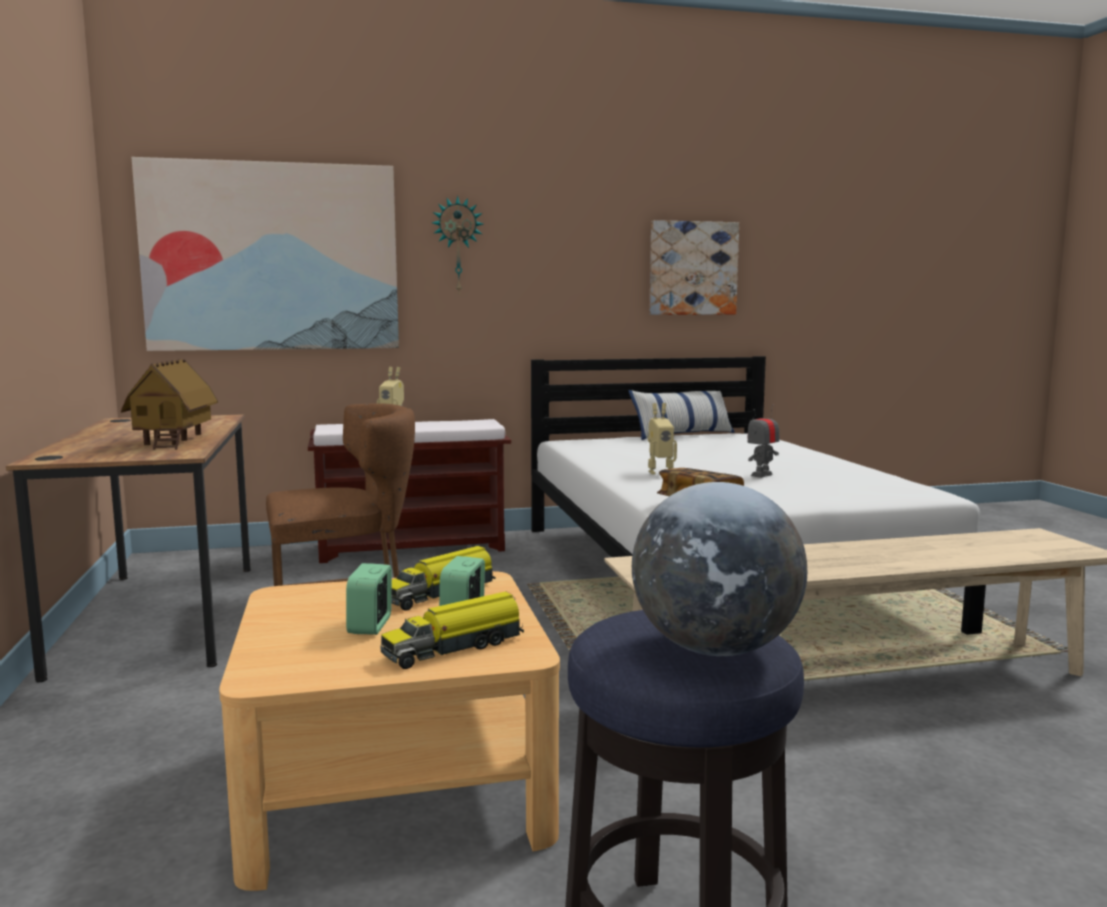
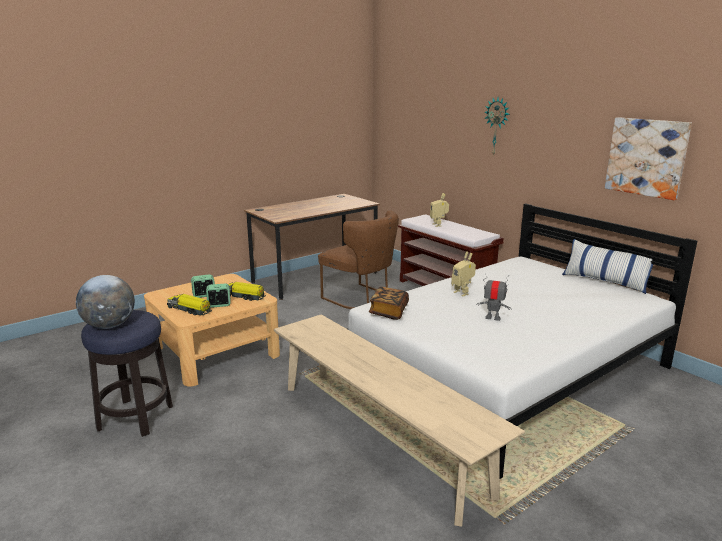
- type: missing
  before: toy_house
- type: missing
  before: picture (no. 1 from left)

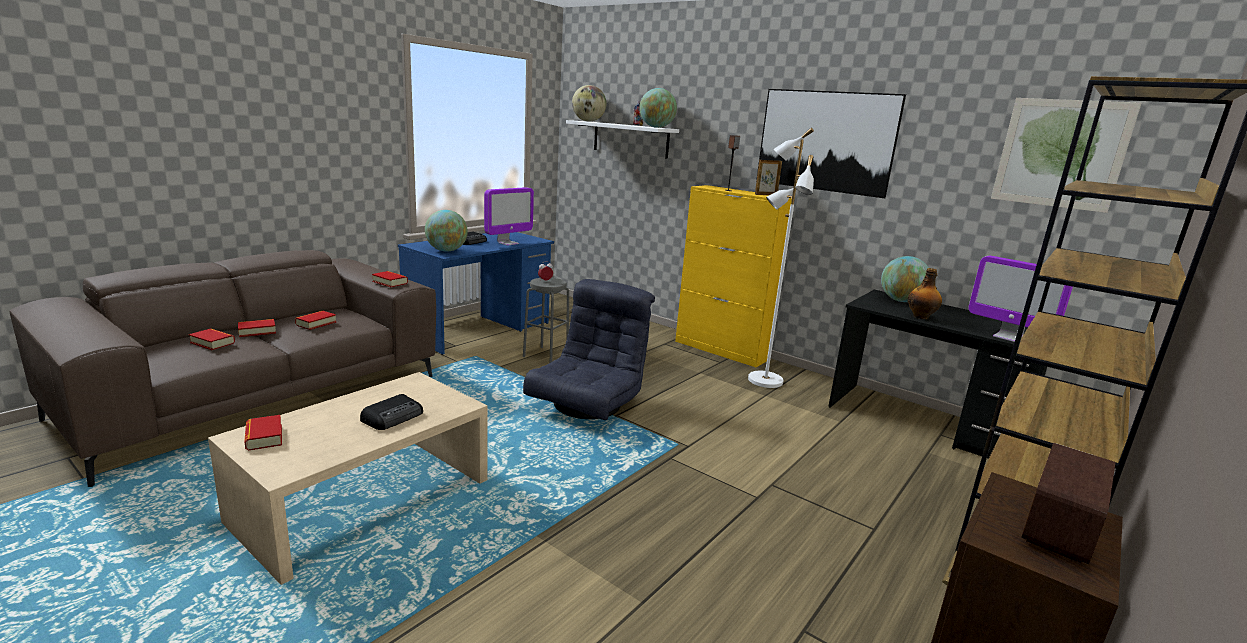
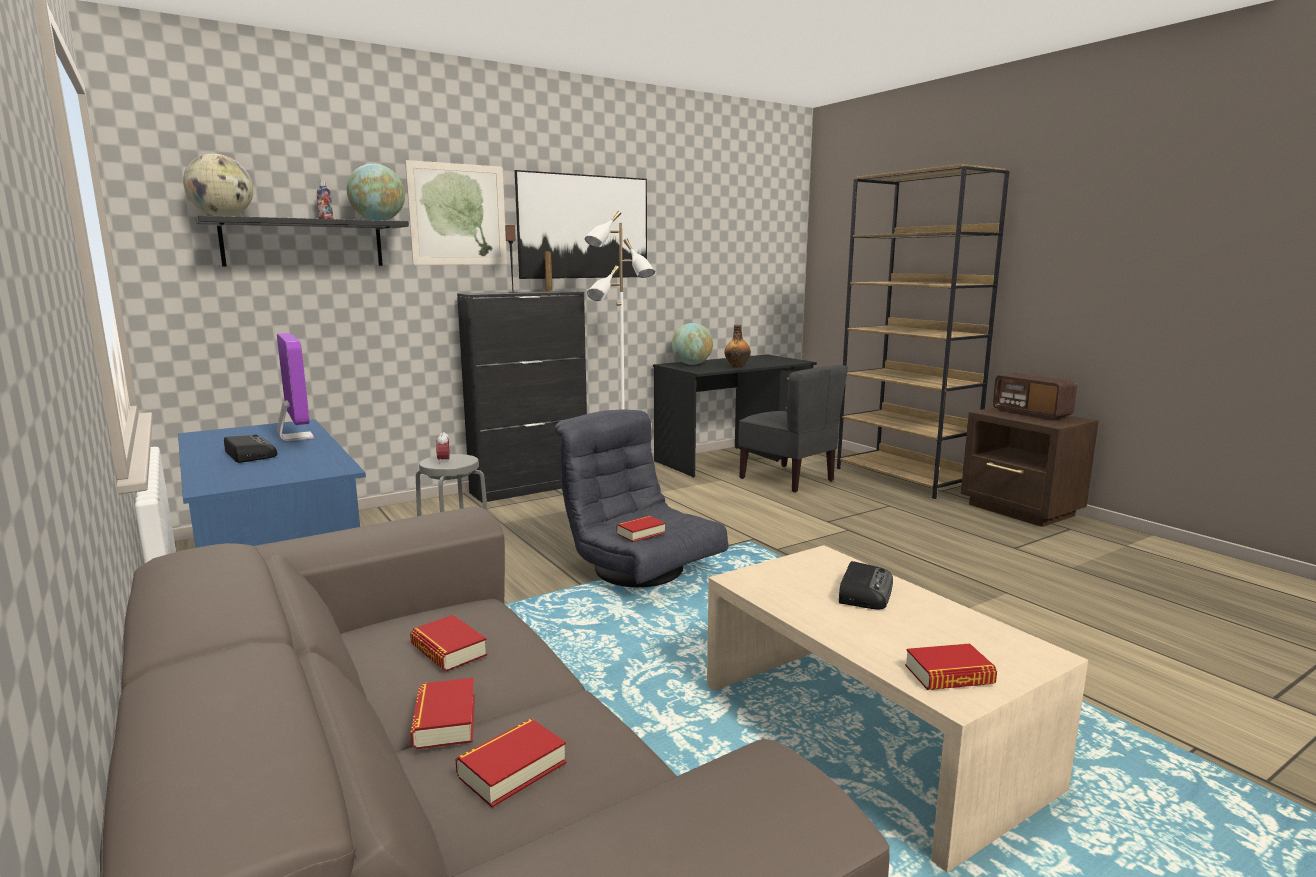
- type: colour
  before: white_shelf
  after: black_shelf
- type: relocated
  before: picture (no. 2 from left in the first image)
  after: picture (no. 1 from left)
- type: colour
  before: yellow_cabinet
  after: black_cabinet
- type: relocated
  before: book (no. 5 from left in the first image)
  after: book (no. 4 from left)
- type: appeared
  after: grey_chair
- type: spun
  before: radio (no. 1 from left in the first image)
  turn: 60
- type: missing
  before: globe (no. 1 from left)
- type: missing
  before: monitor (no. 2 from left)

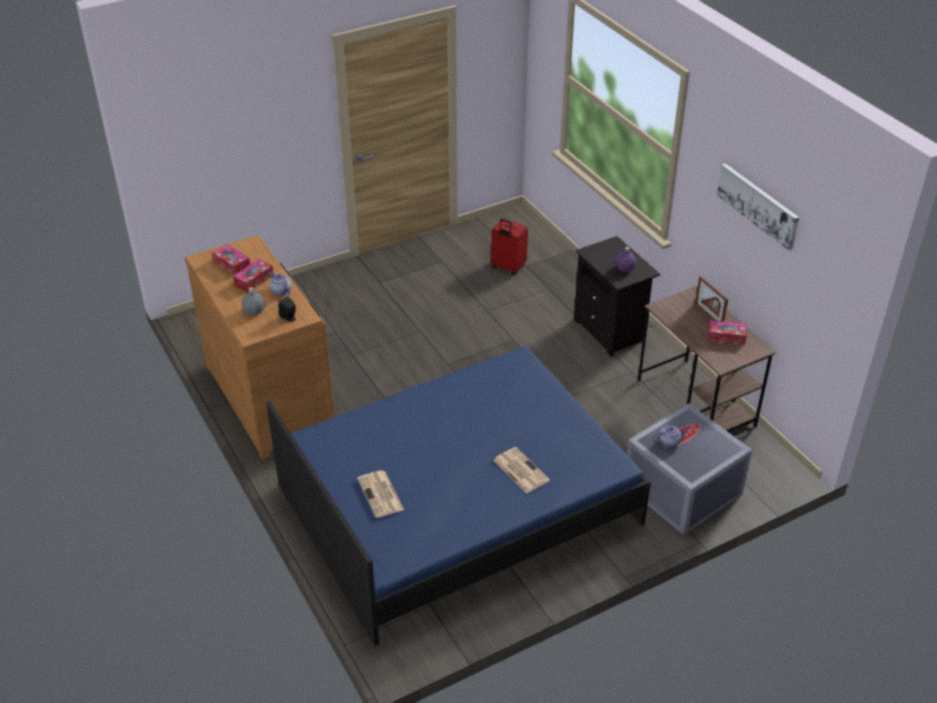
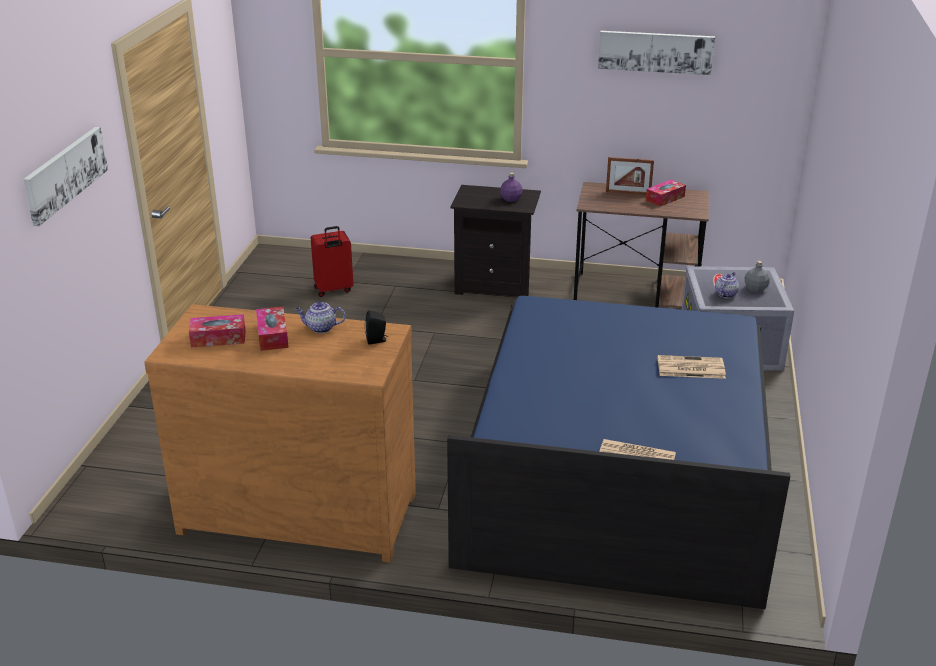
- type: appeared
  after: picture (no. 1 from left)
- type: relocated
  before: grey_bottle

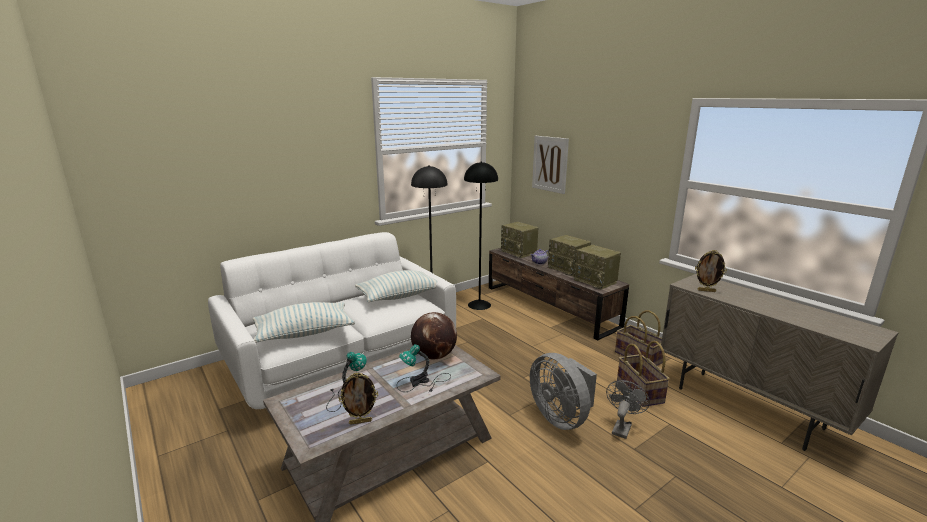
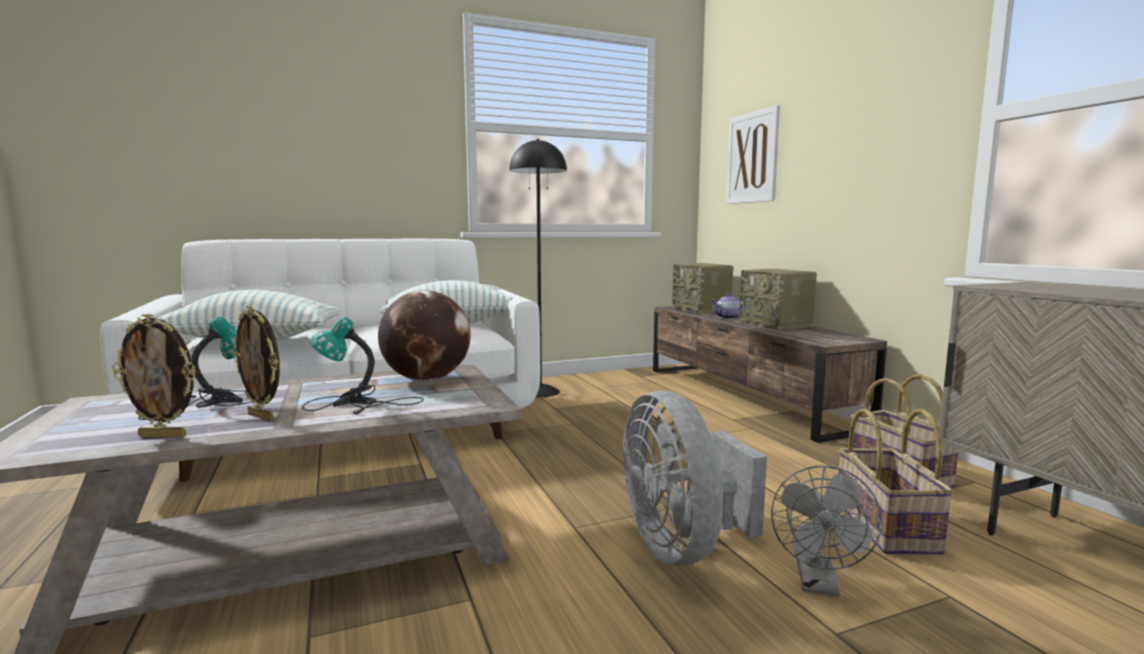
- type: relocated
  before: picture_frame (no. 2 from left)
- type: spun
  before: grey_fan (no. 2 from left)
  turn: 150
- type: missing
  before: black_floor_lamp (no. 2 from left)
- type: missing
  before: radio (no. 3 from left)

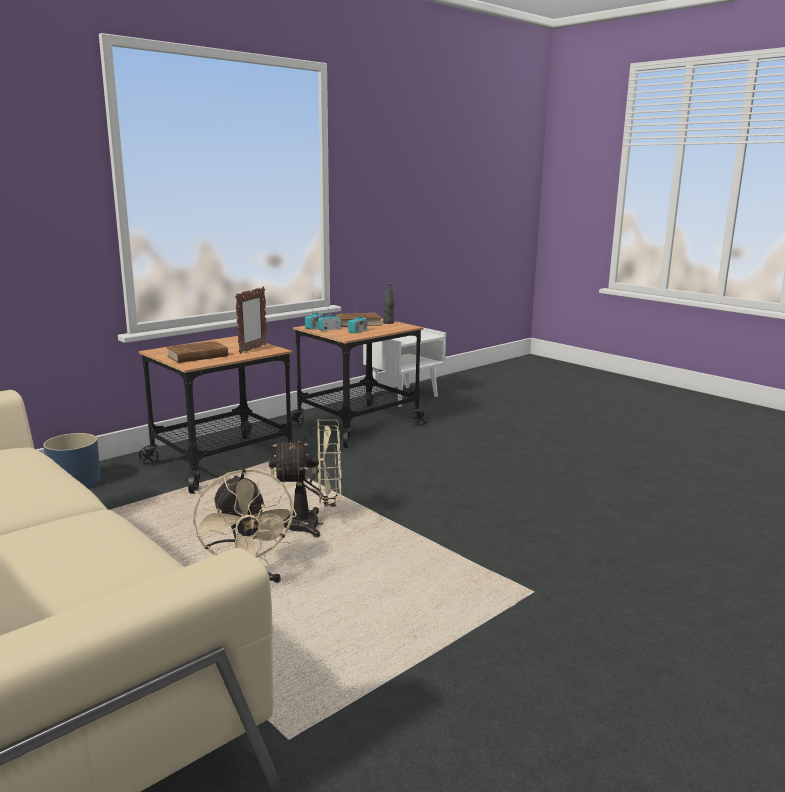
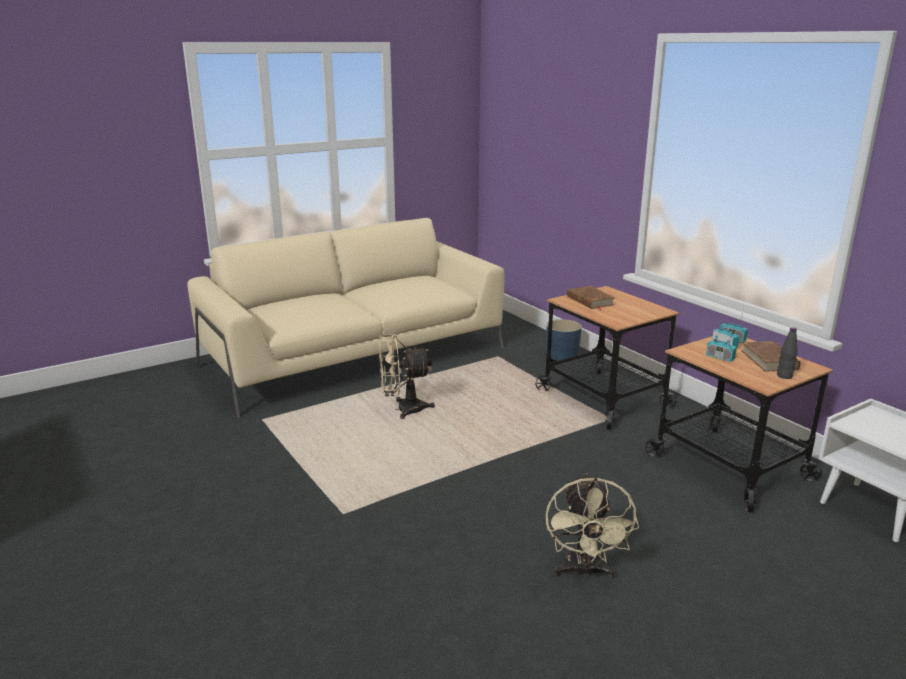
- type: relocated
  before: beige_fan (no. 2 from left)
- type: missing
  before: picture_frame

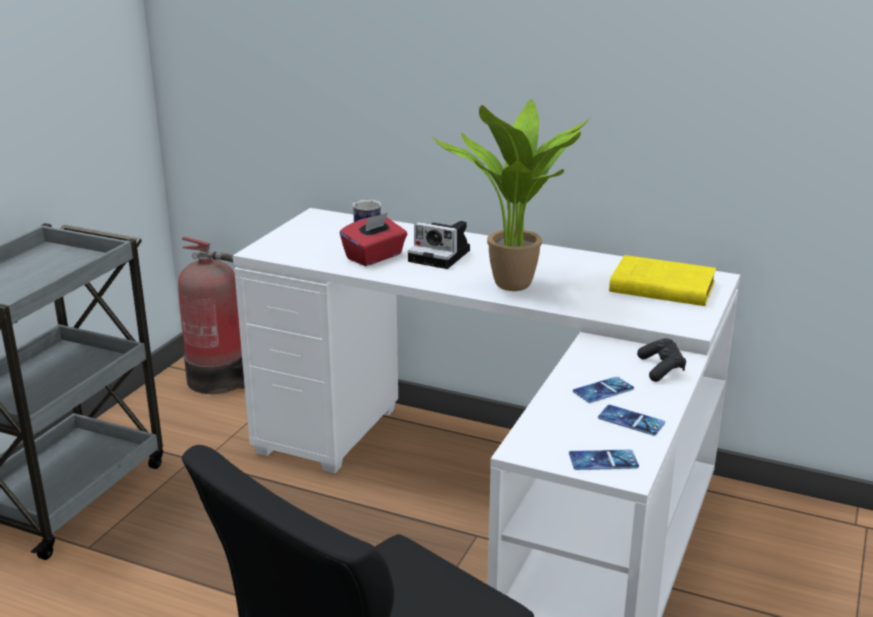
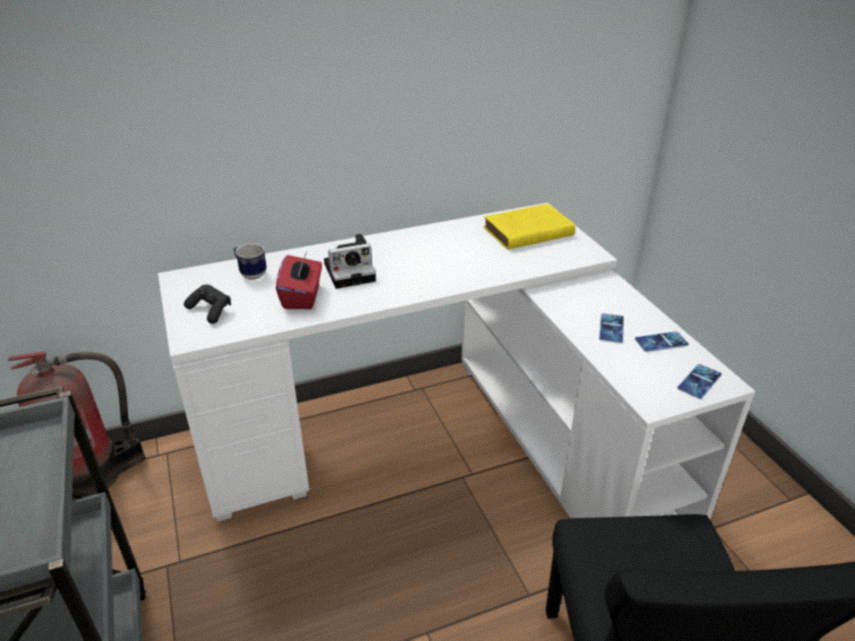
- type: relocated
  before: black_game_controller
- type: missing
  before: potted_plant

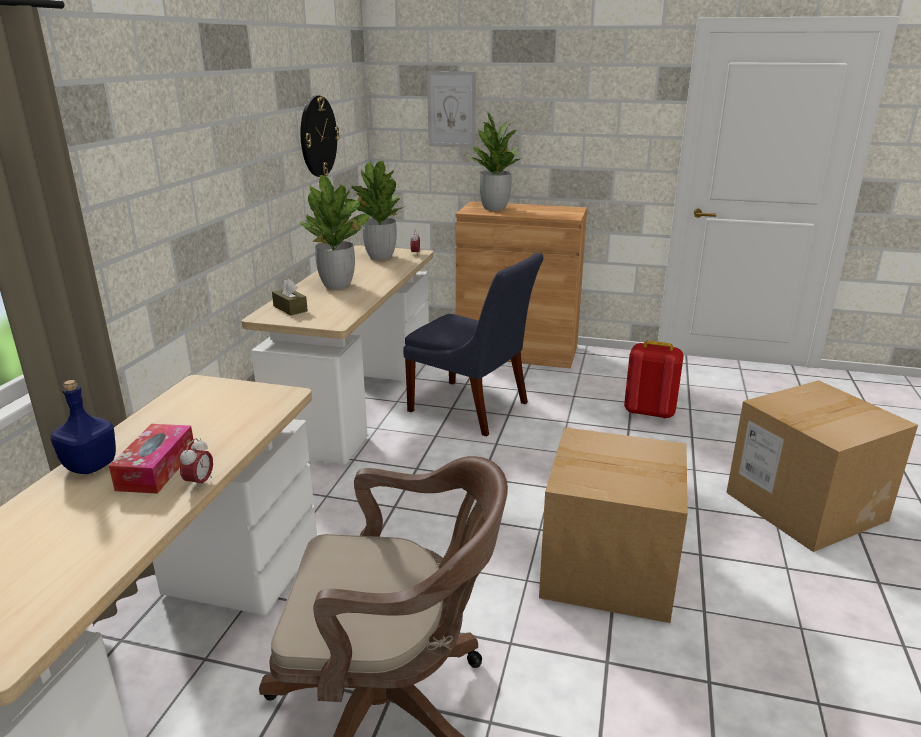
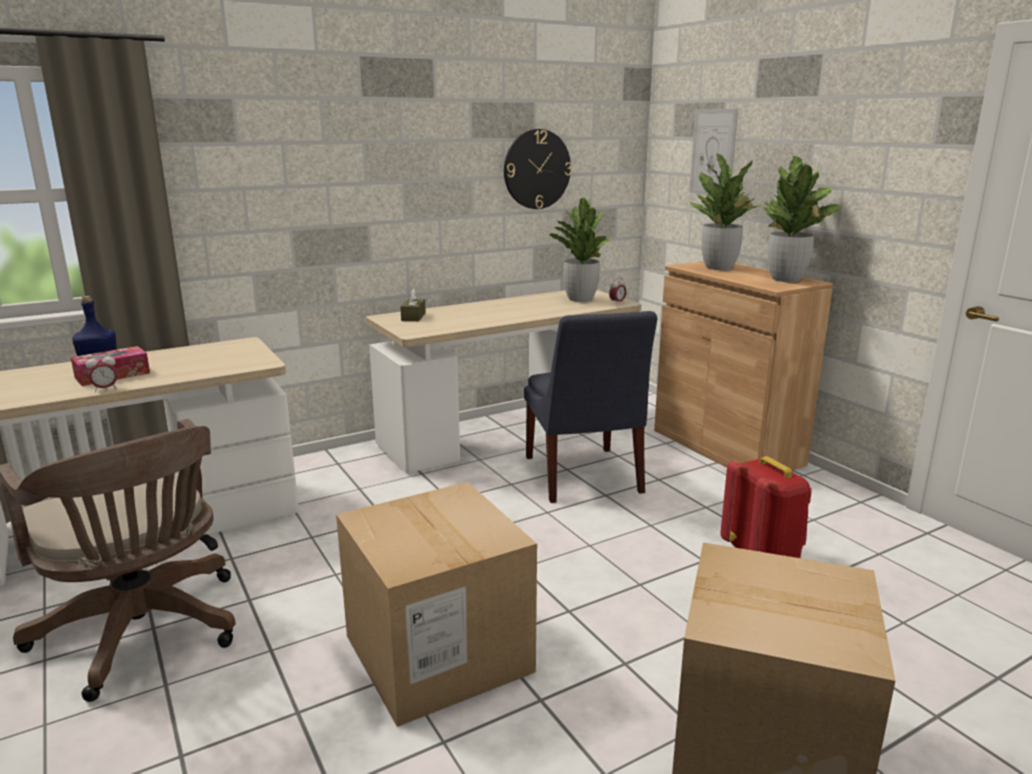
- type: relocated
  before: potted_plant (no. 1 from left in the first image)
  after: potted_plant (no. 3 from left)

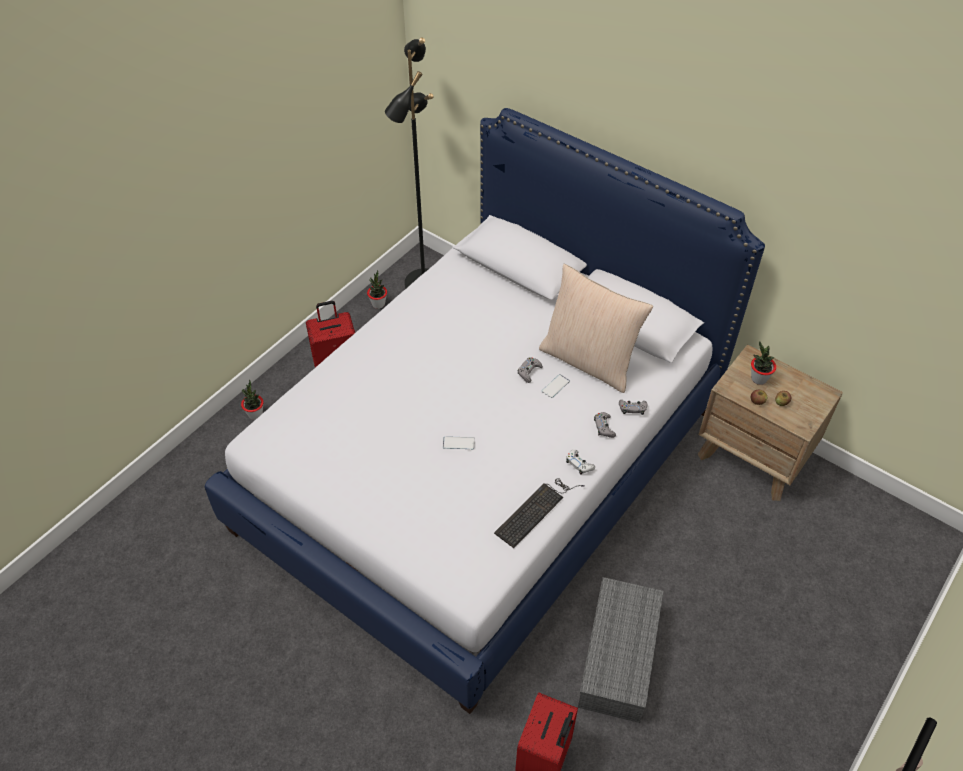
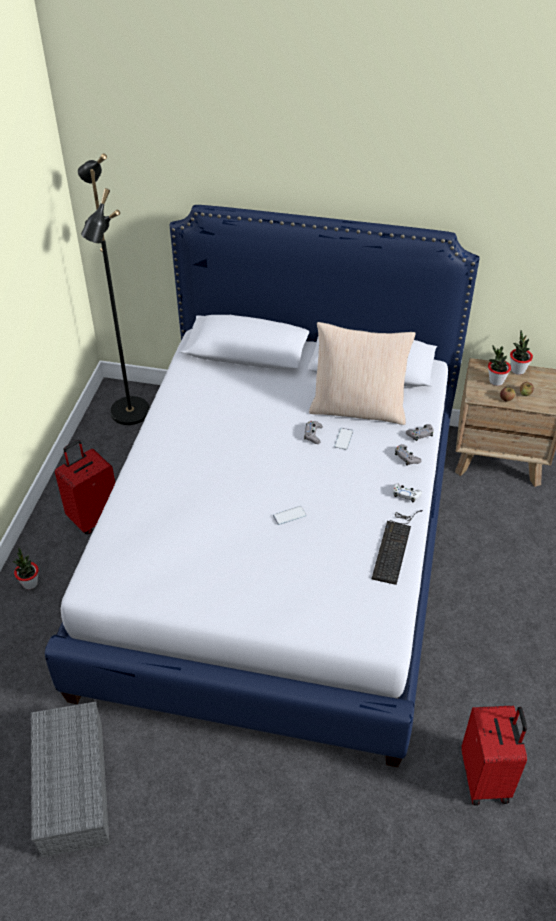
- type: relocated
  before: grey_storage_box
- type: relocated
  before: potted_plant (no. 2 from left in the first image)
  after: potted_plant (no. 3 from left)

